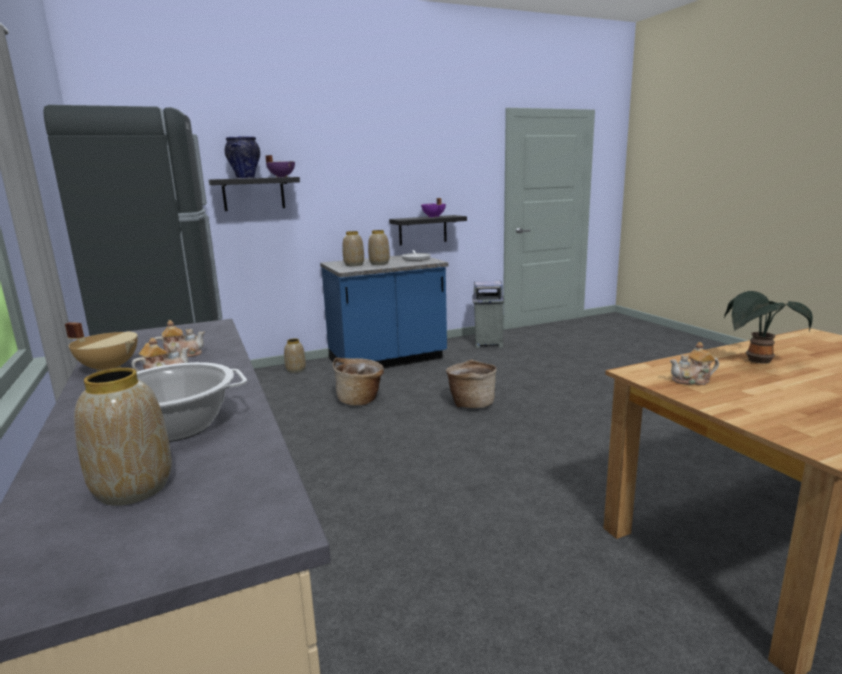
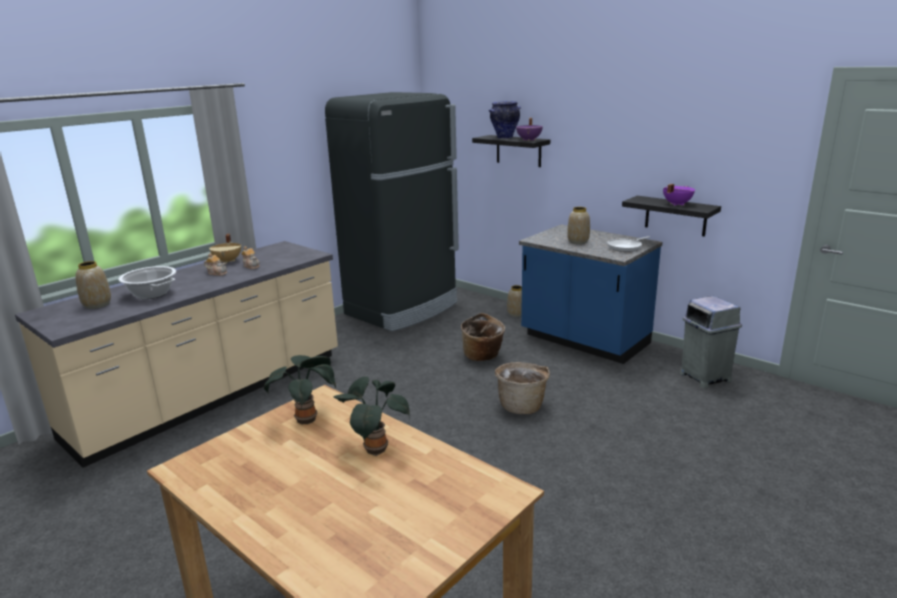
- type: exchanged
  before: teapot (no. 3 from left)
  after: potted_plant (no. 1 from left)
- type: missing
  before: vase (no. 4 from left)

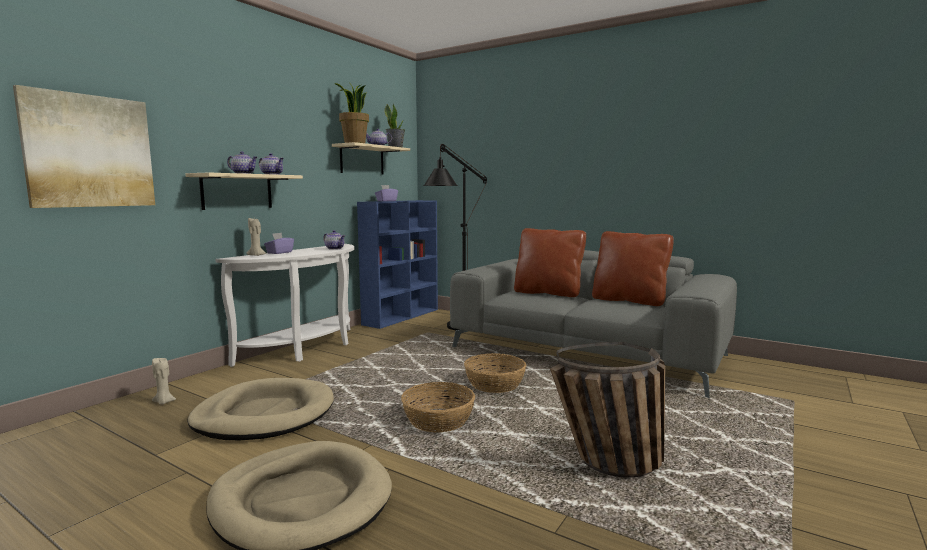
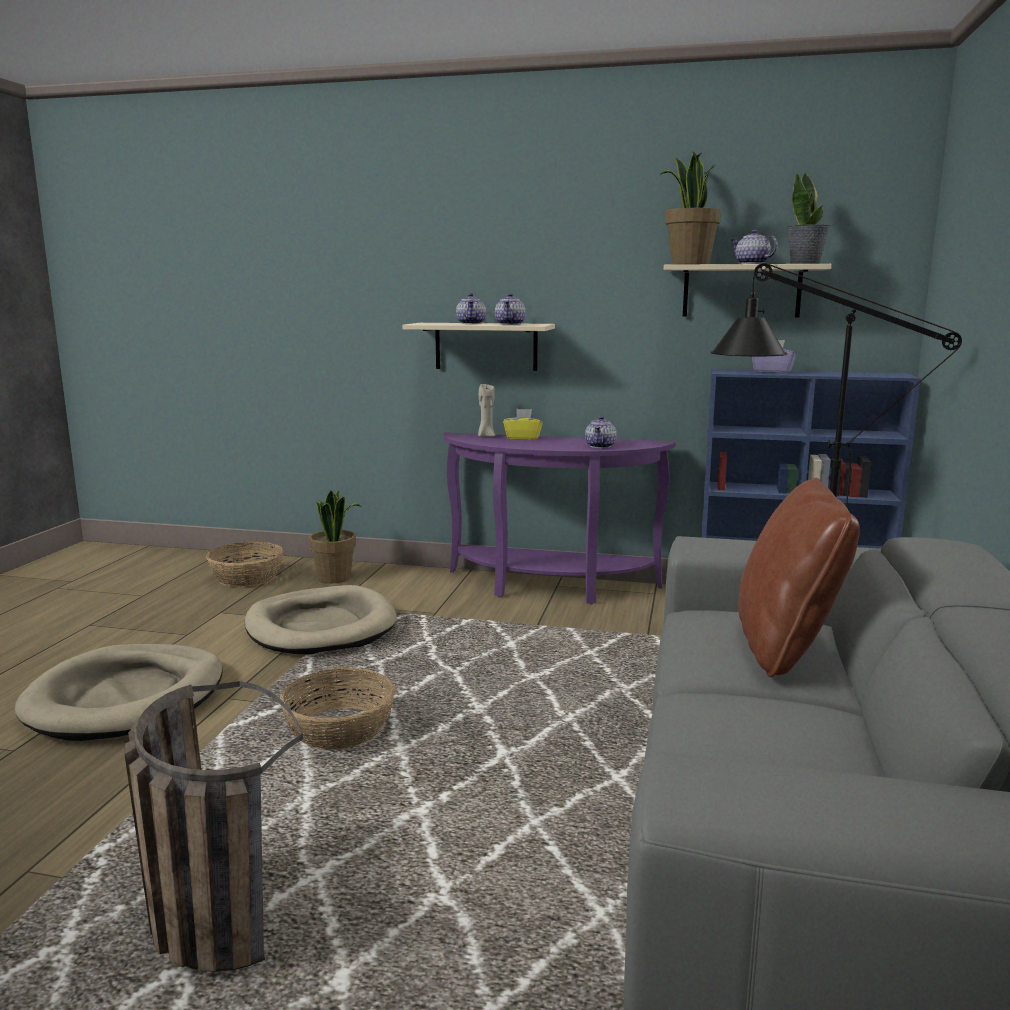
- type: relocated
  before: basket (no. 2 from left)
- type: exchanged
  before: beige_candle (no. 1 from left)
  after: potted_plant (no. 1 from left)
- type: colour
  before: white_console_table
  after: purple_console_table
- type: colour
  before: purple_tissue_box (no. 1 from left)
  after: yellow_tissue_box
- type: missing
  before: picture
- type: missing
  before: brown_pillow (no. 2 from left)

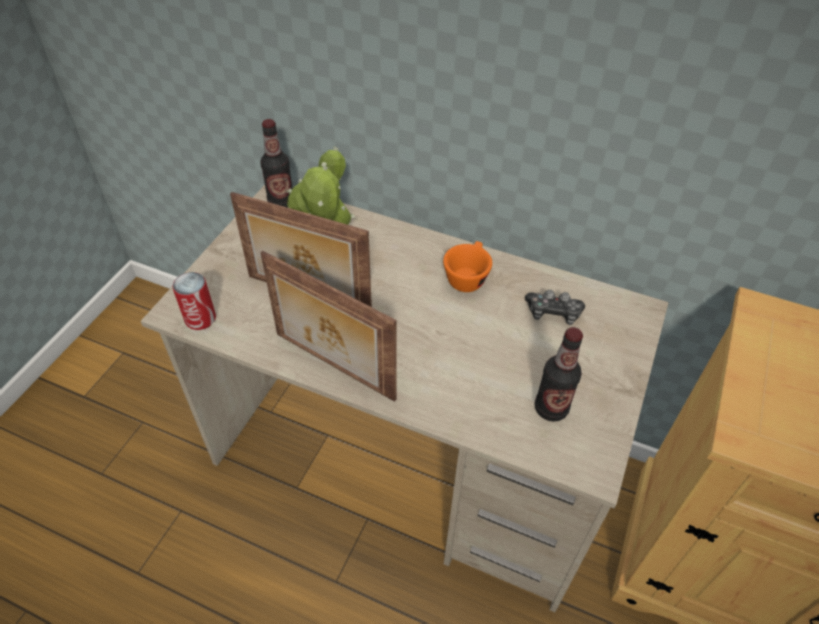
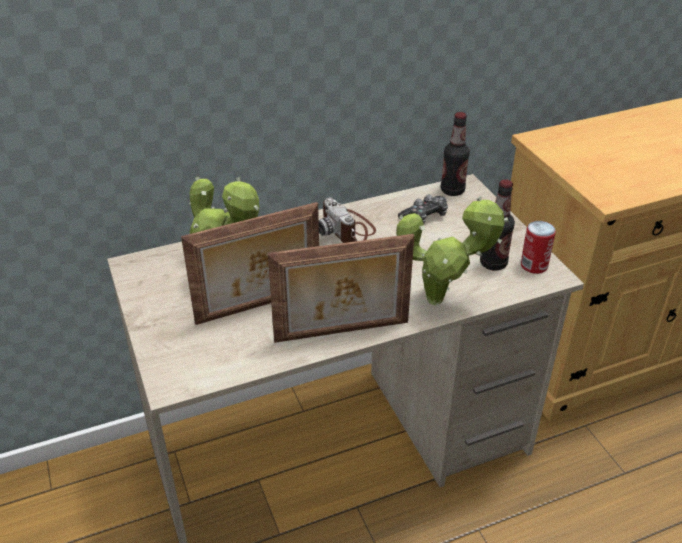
- type: exchanged
  before: orange_cup
  after: photo_camera
- type: appeared
  after: potted_plant (no. 2 from left)
- type: relocated
  before: bottle (no. 1 from left)
- type: relocated
  before: can

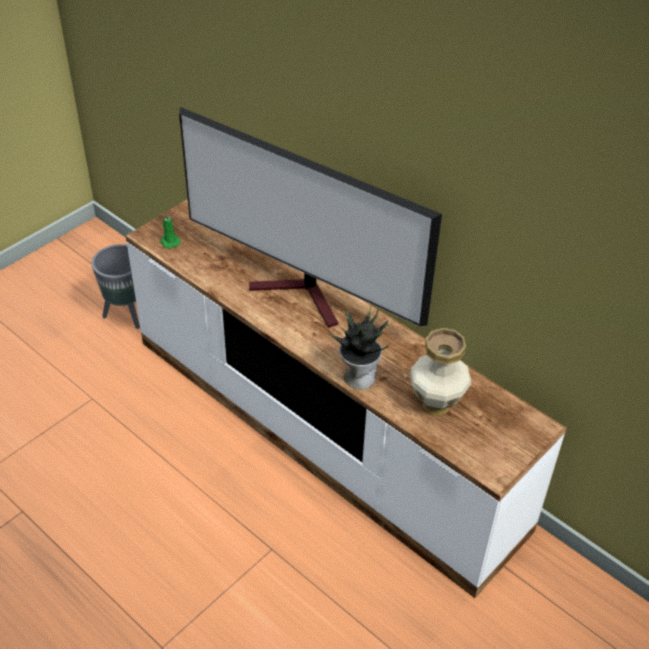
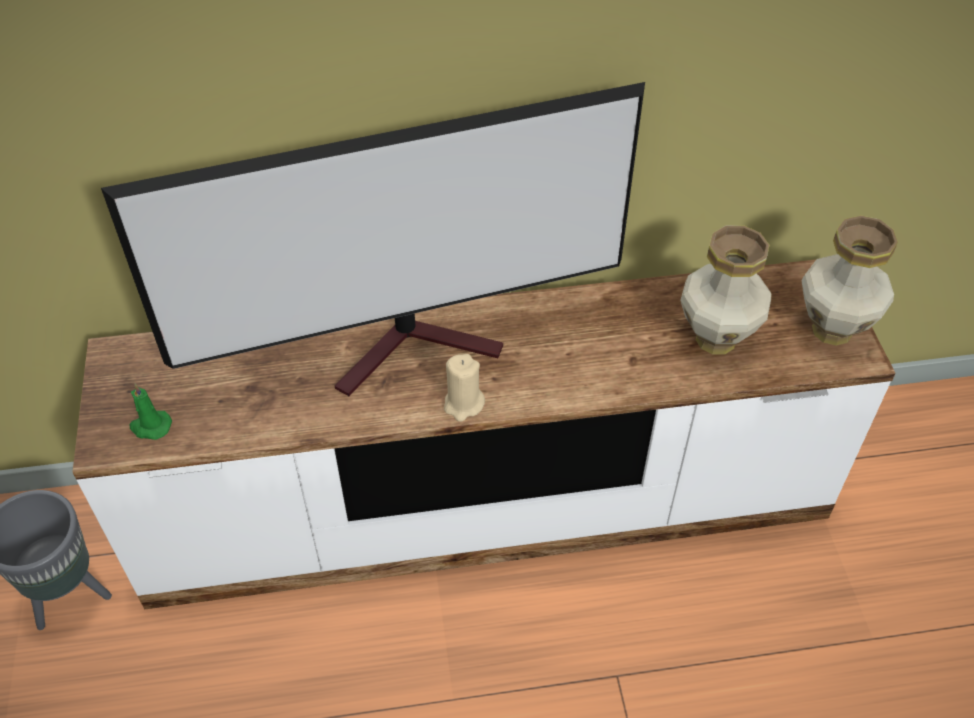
- type: appeared
  after: beige_candle
- type: appeared
  after: vase (no. 2 from left)
- type: missing
  before: potted_plant

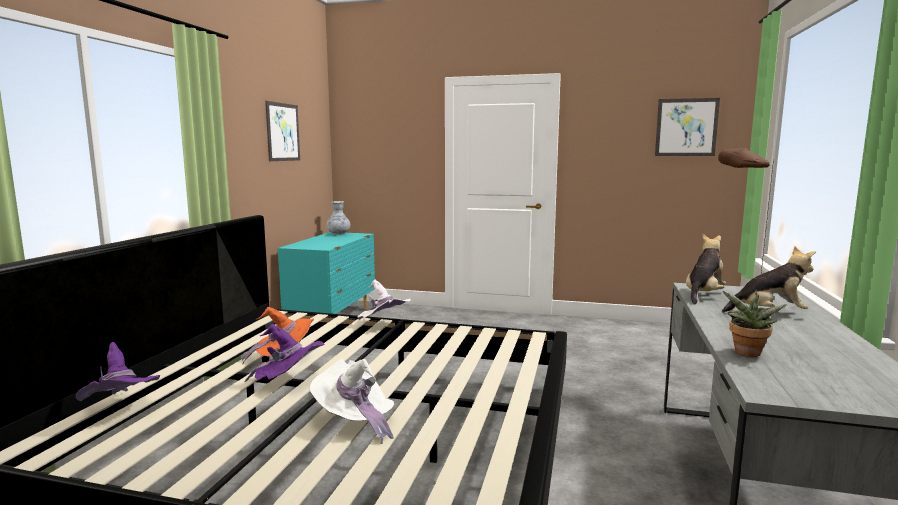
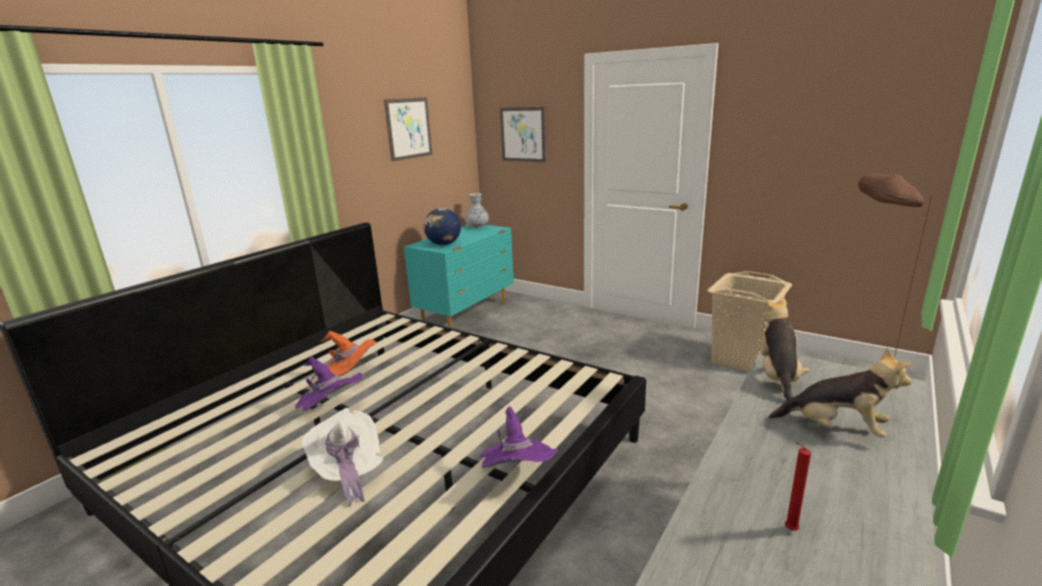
- type: appeared
  after: globe
- type: relocated
  before: purple_hat (no. 1 from left in the first image)
  after: purple_hat (no. 2 from left)
- type: relocated
  before: picture (no. 2 from left)
- type: appeared
  after: beige_laundry_basket
- type: spun
  before: plush_toy (no. 1 from left)
  turn: -45
- type: appeared
  after: red_candle
- type: missing
  before: white_hat (no. 2 from left)
- type: missing
  before: potted_plant

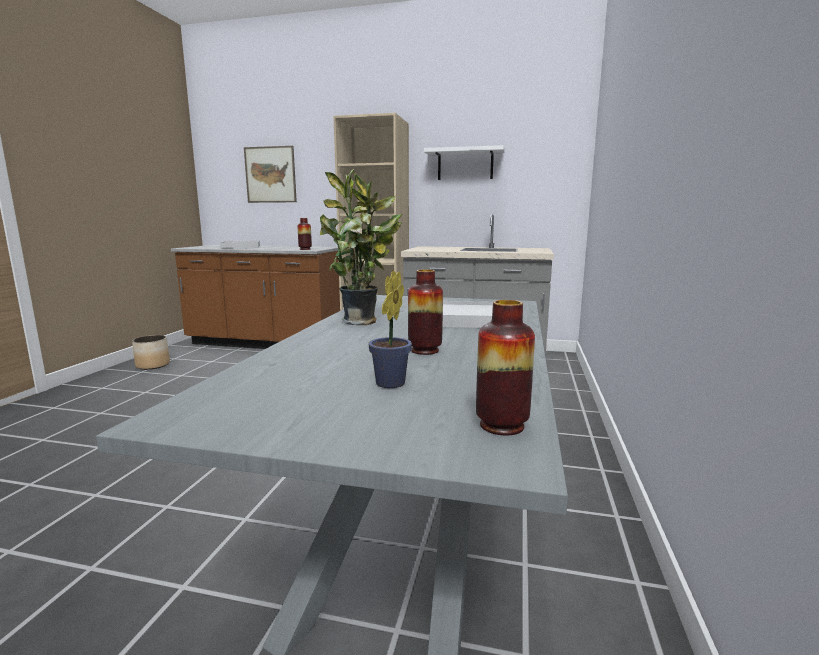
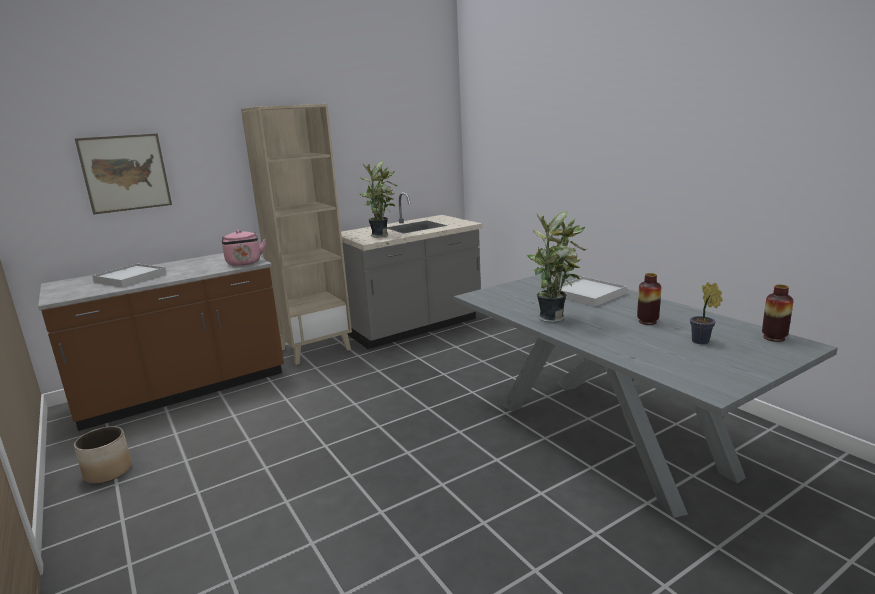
- type: exchanged
  before: vase (no. 1 from left)
  after: pink_kettle
- type: appeared
  after: potted_plant (no. 1 from left)
- type: missing
  before: white_shelf

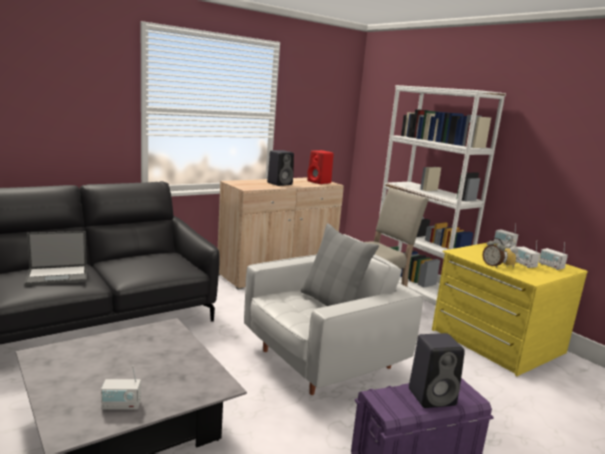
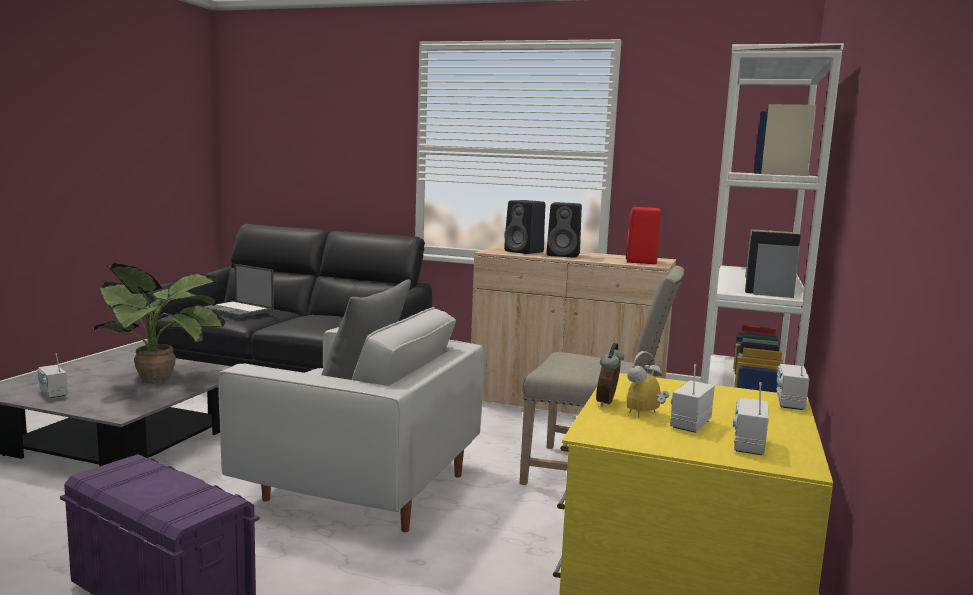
- type: appeared
  after: potted_plant
- type: relocated
  before: black_speaker (no. 2 from left in the first image)
  after: black_speaker (no. 1 from left)

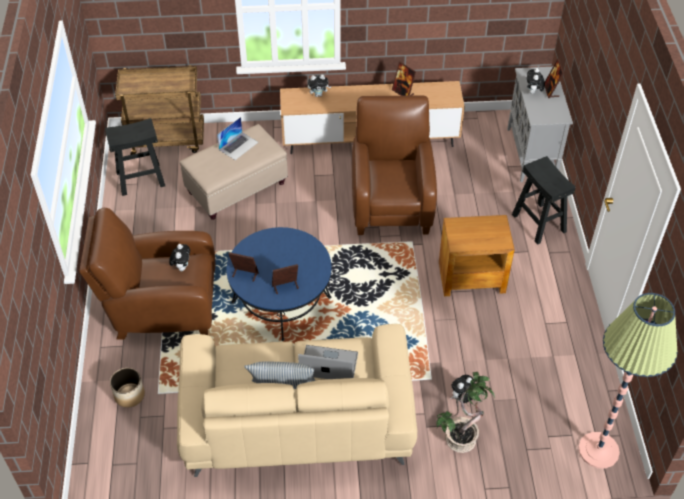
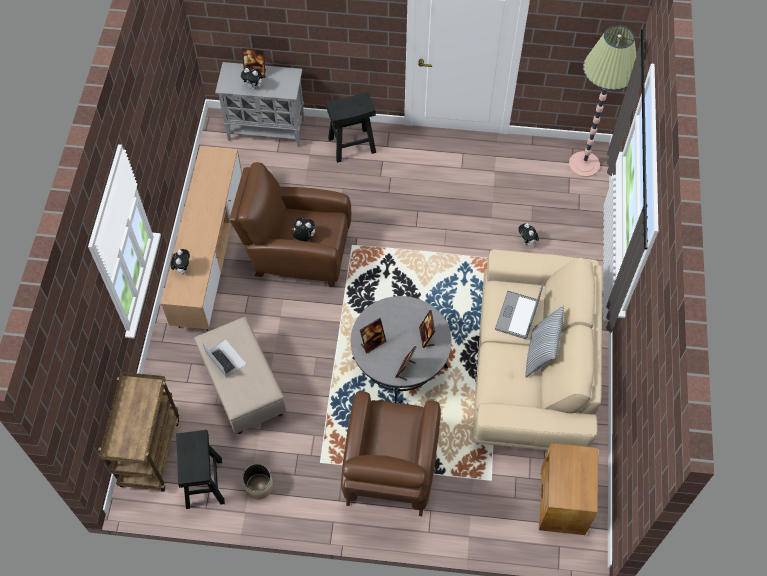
- type: relocated
  before: planter
- type: relocated
  before: plush_toy (no. 1 from left in the first image)
  after: plush_toy (no. 3 from left)
- type: colour
  before: blue_coffee_table
  after: grey_coffee_table
- type: relocated
  before: picture_frame (no. 3 from left in the first image)
  after: picture_frame (no. 2 from left)
- type: relocated
  before: brown_side_table
- type: missing
  before: potted_plant

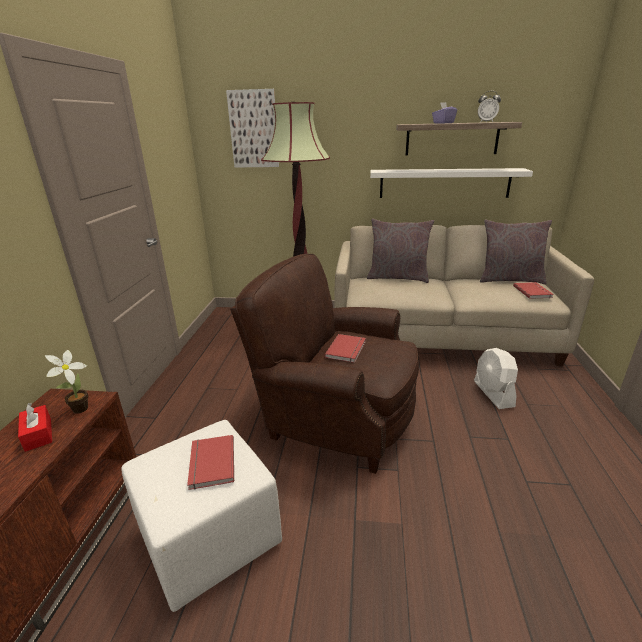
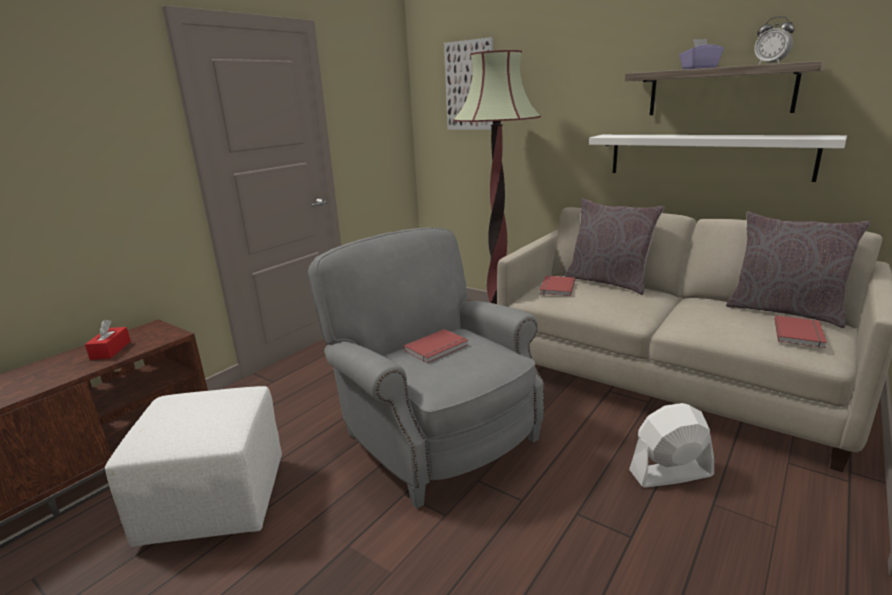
- type: colour
  before: brown_armchair
  after: grey_armchair
- type: relocated
  before: red_book (no. 1 from left in the first image)
  after: red_book (no. 2 from left)
- type: spun
  before: white_fan
  turn: 60
- type: missing
  before: potted_plant

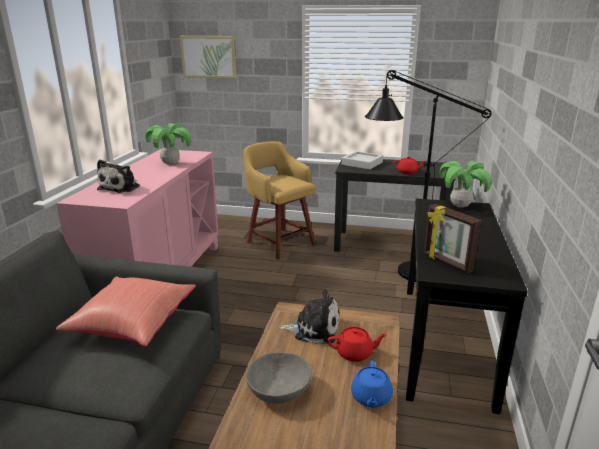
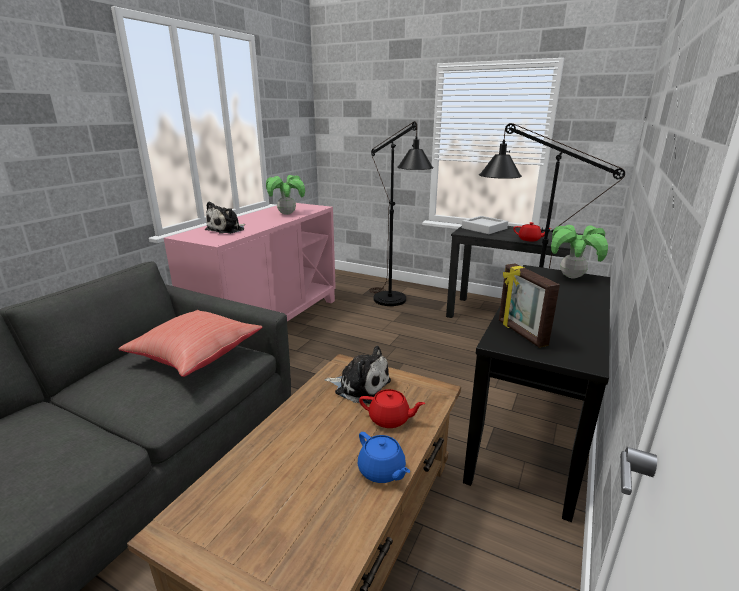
- type: spun
  before: blue_teapot
  turn: -60
- type: exchanged
  before: yellow_stool
  after: black_floor_lamp (no. 1 from left)
- type: missing
  before: picture
- type: missing
  before: grey_bowl

